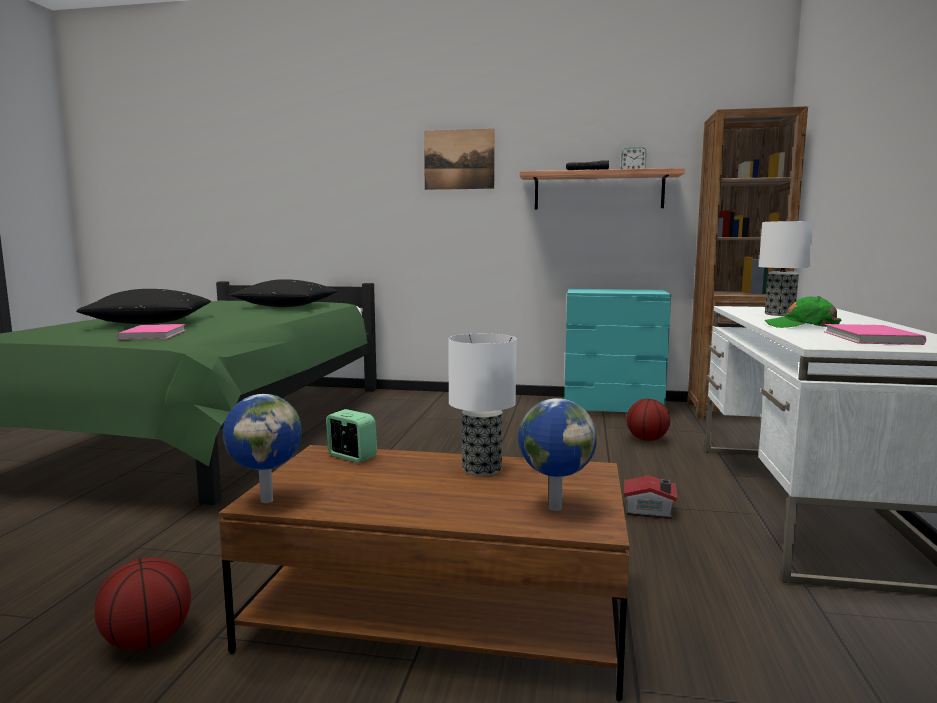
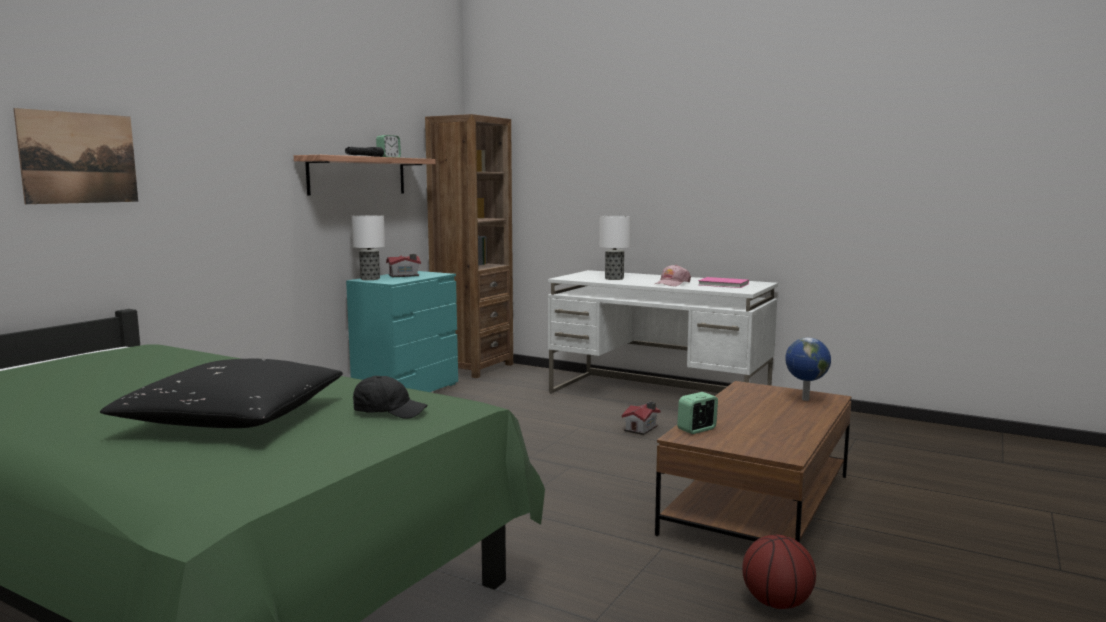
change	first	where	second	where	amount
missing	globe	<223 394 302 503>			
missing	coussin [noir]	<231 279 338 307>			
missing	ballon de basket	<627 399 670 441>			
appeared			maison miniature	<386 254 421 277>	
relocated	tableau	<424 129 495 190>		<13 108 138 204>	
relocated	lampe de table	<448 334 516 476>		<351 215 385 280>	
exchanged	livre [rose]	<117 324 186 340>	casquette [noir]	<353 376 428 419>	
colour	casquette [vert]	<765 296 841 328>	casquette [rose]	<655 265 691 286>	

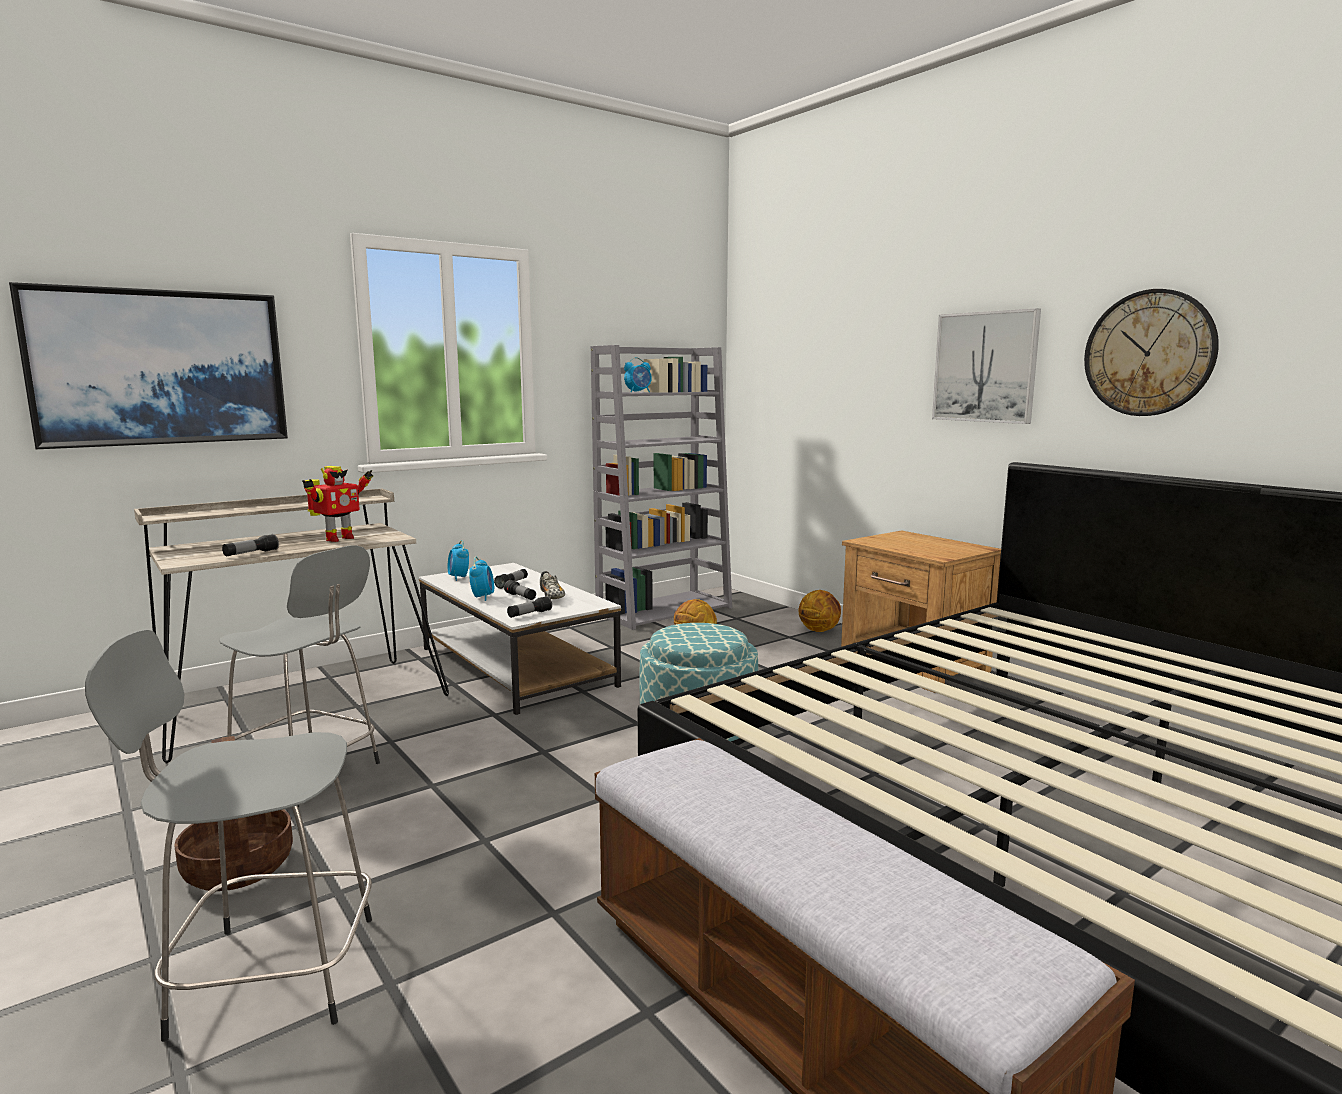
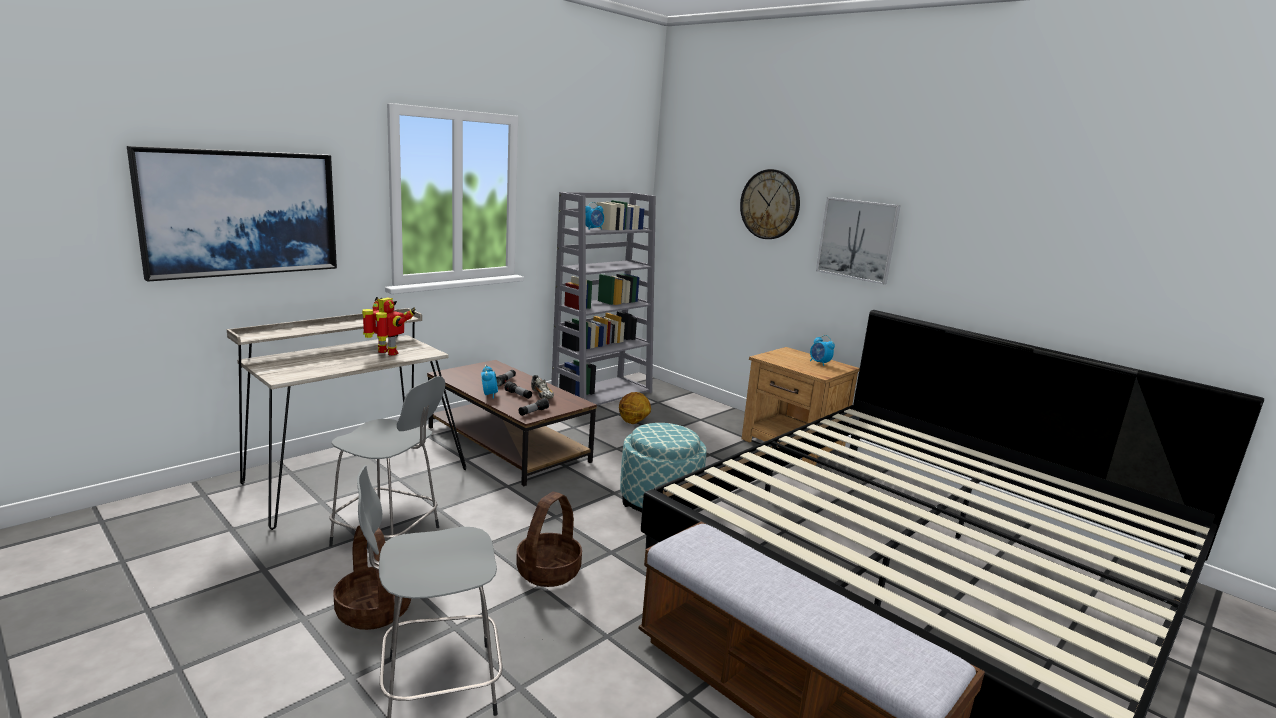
change	first	where	second	where	amount
missing	lampe de poche	<222 534 279 557>			
missing	ballon de basket	<799 590 841 632>			
appeared			panier	<516 492 582 587>	
relocated	réveil	<448 540 469 581>		<810 335 835 366>	
relocated	horloge murale	<1084 289 1219 416>		<740 169 800 239>	
colour	table basse [blanc]	<419 563 621 715>	table basse [marron]	<427 360 597 486>	
spun	robot jouet	<302 466 373 542>		<362 297 416 356>	90 degrees counterclockwise

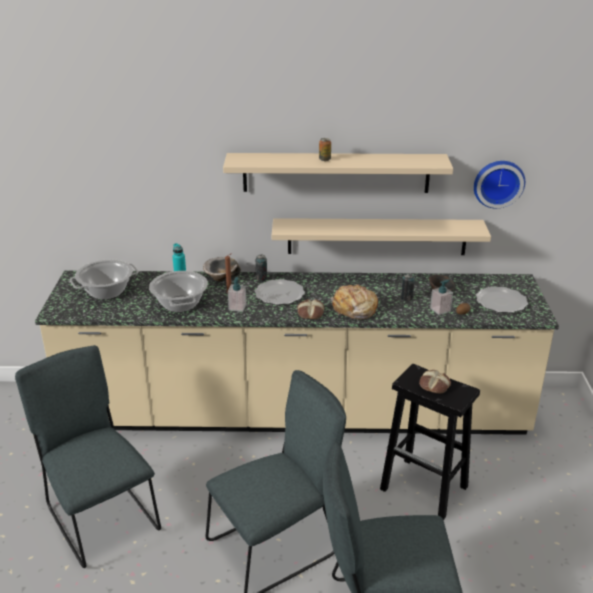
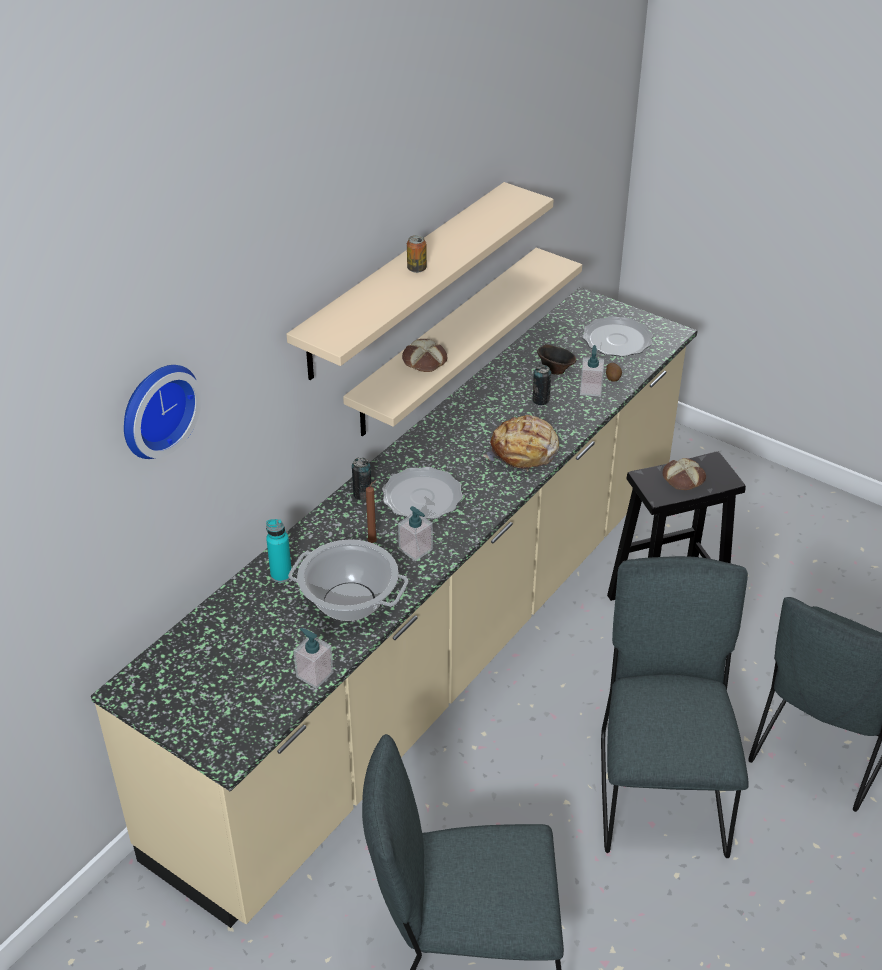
change	first	where	second	where	amount
missing	marmite	<70 259 139 300>			
missing	bol	<203 257 241 282>			
appeared			distributeur de savon	<293 628 333 689>	
relocated	pain	<297 299 324 319>		<402 339 447 372>	
relocated	horloge murale	<474 161 525 209>		<124 365 202 459>	

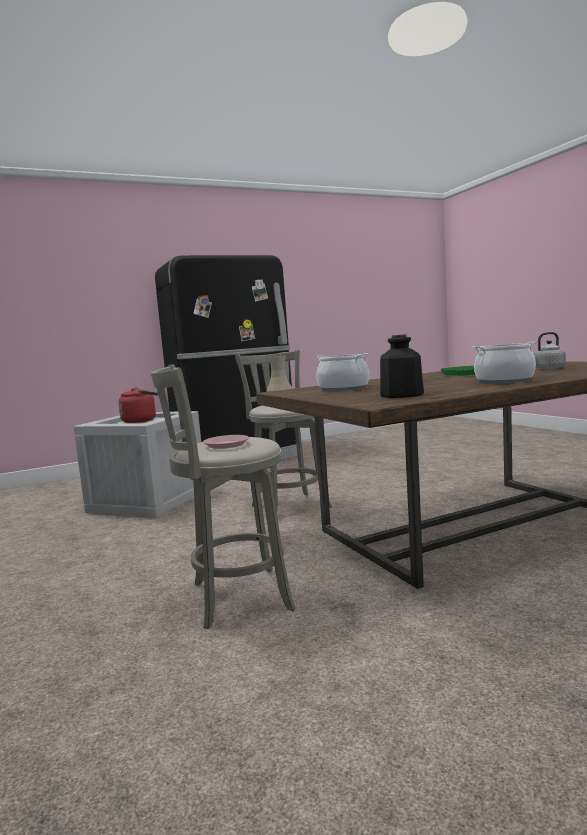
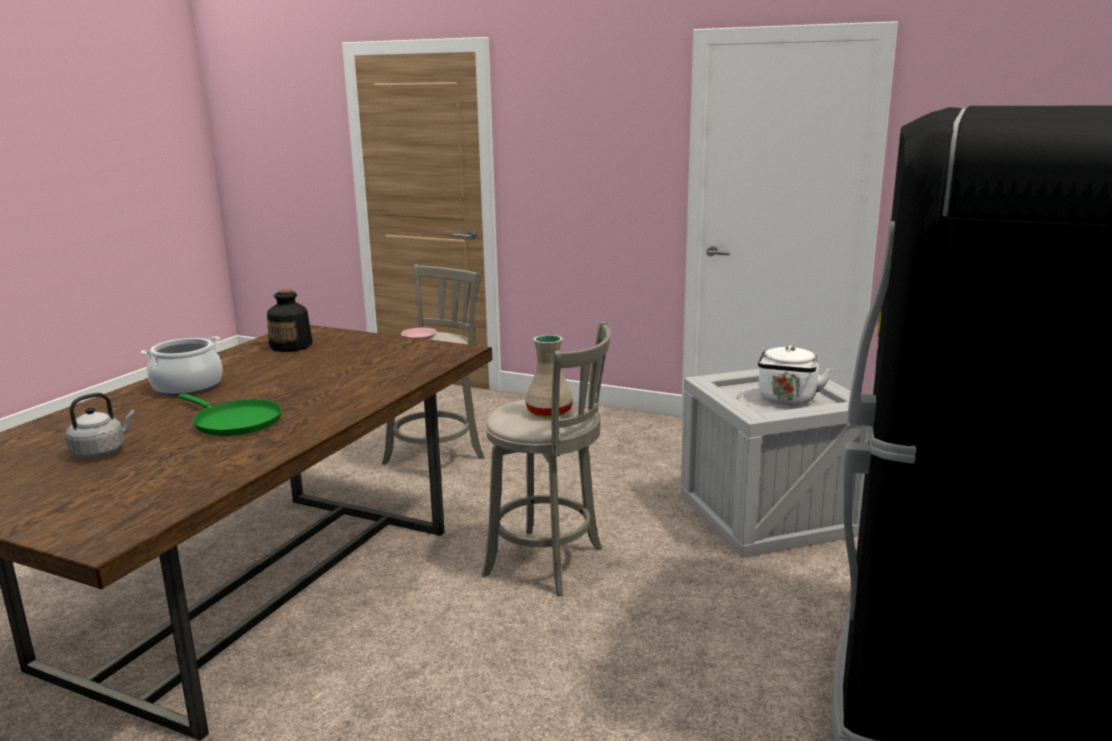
change	first	where	second	where	amount
missing	marmite	<316 353 369 391>			
colour	bouilloire [rouge]	<118 388 159 423>	bouilloire [blanc]	<758 345 833 405>	

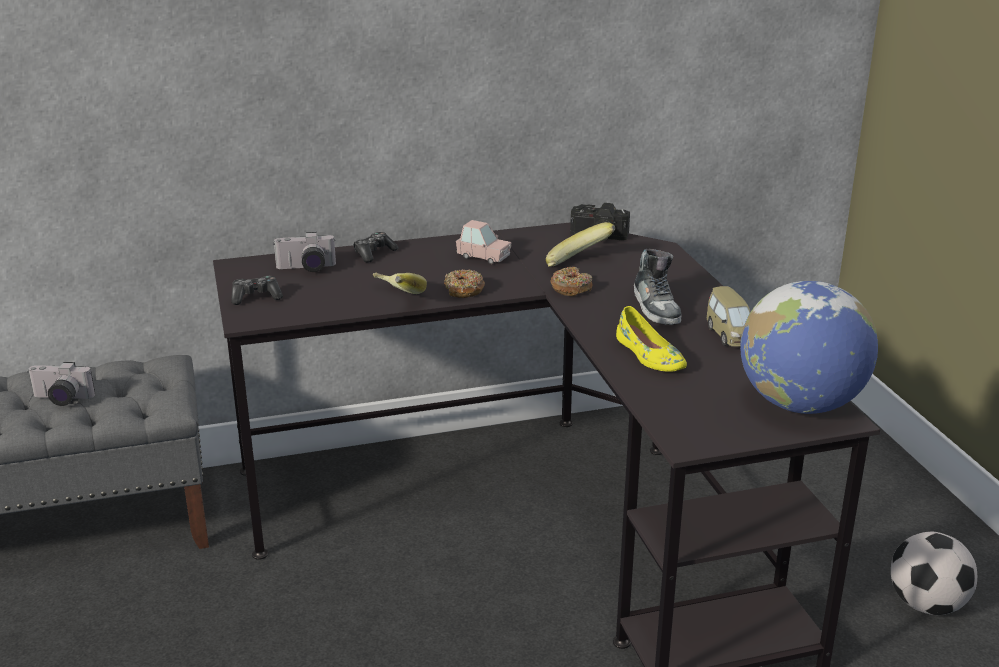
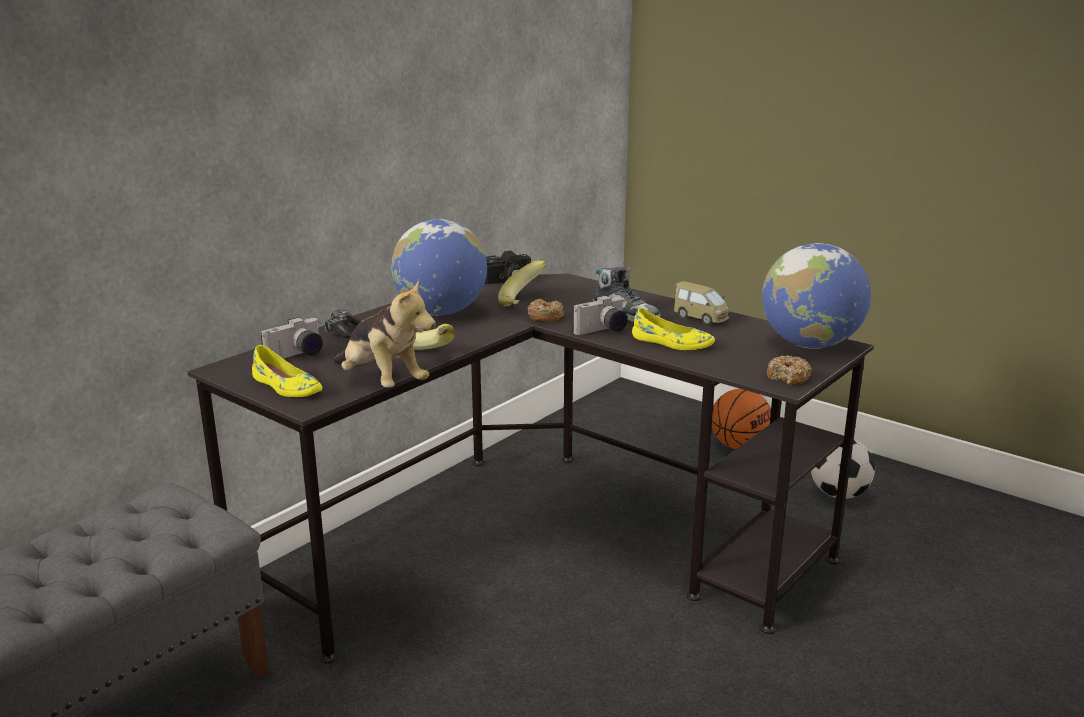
change	first	where	second	where	amount
appeared			peluche	<333 279 435 388>	
appeared			ballon de basket	<712 389 771 449>	
relocated	appareil photo	<27 362 95 406>		<572 295 628 335>	
relocated	beignet	<444 269 485 298>		<767 355 812 385>	
exchanged	manette	<231 276 283 305>	chaussure [jaune]	<252 345 322 397>	
exchanged	petite voiture [rose]	<456 220 511 264>	globe	<391 219 487 316>	

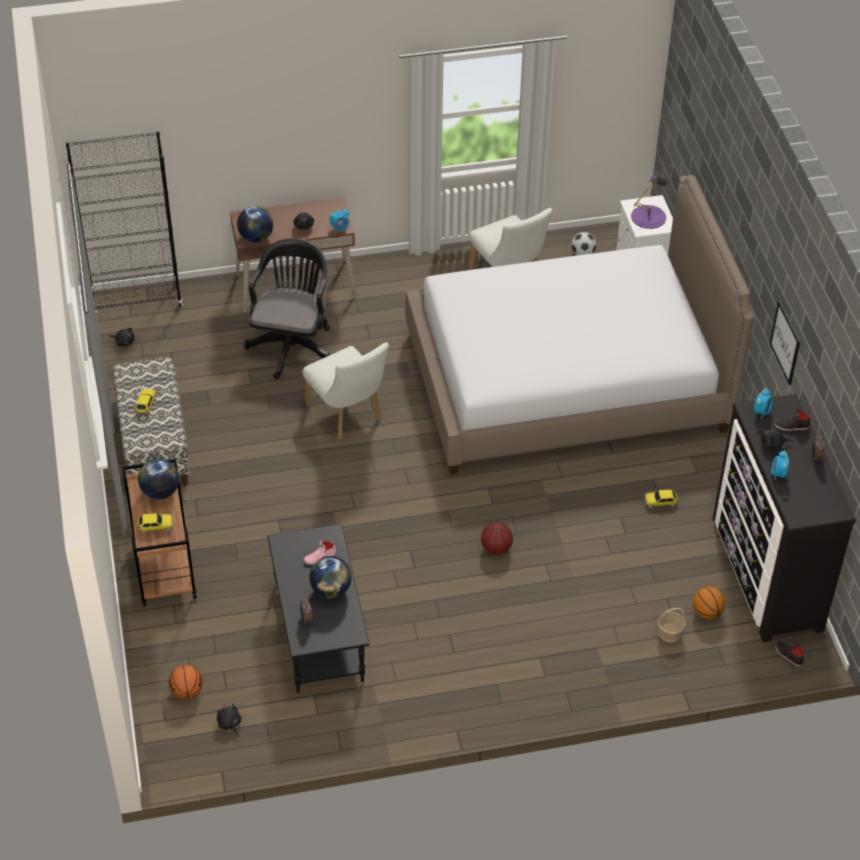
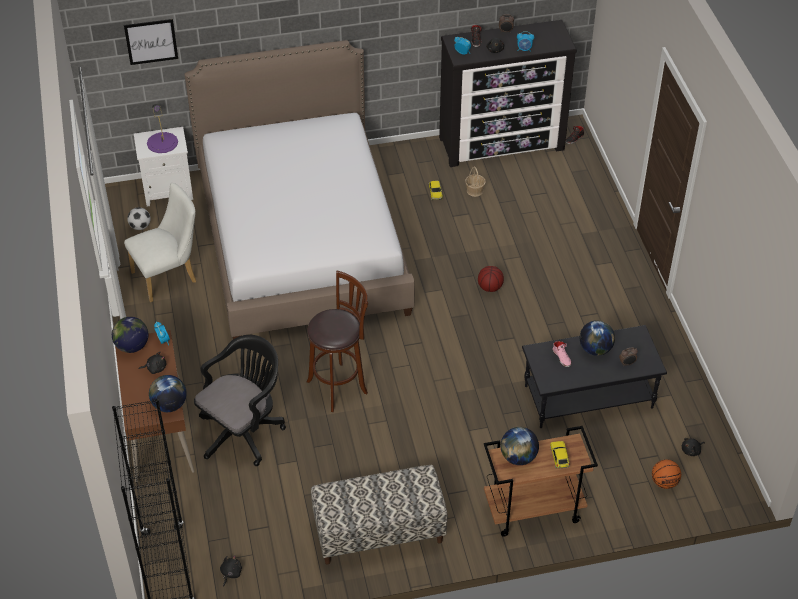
change	first	where	second	where	amount
missing	petite voiture	<135 389 156 415>			
missing	ballon de basket	<693 586 726 619>			
appeared			globe	<112 317 148 353>	
relocated	panier	<658 608 686 642>		<465 166 486 197>	
relocated	tableau	<769 300 800 385>		<124 19 178 65>	
exchanged	chaise [blanc]	<303 342 389 439>	tabouret [marron]	<307 271 368 412>	
spun	chaise de bureau [noir]	<245 238 330 379>		<194 335 286 466>	120 degrees clockwise

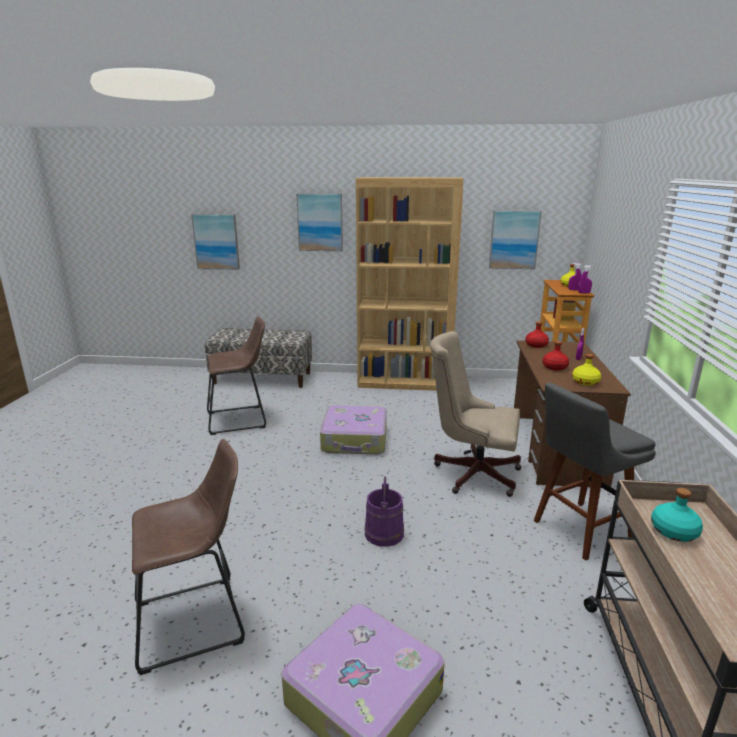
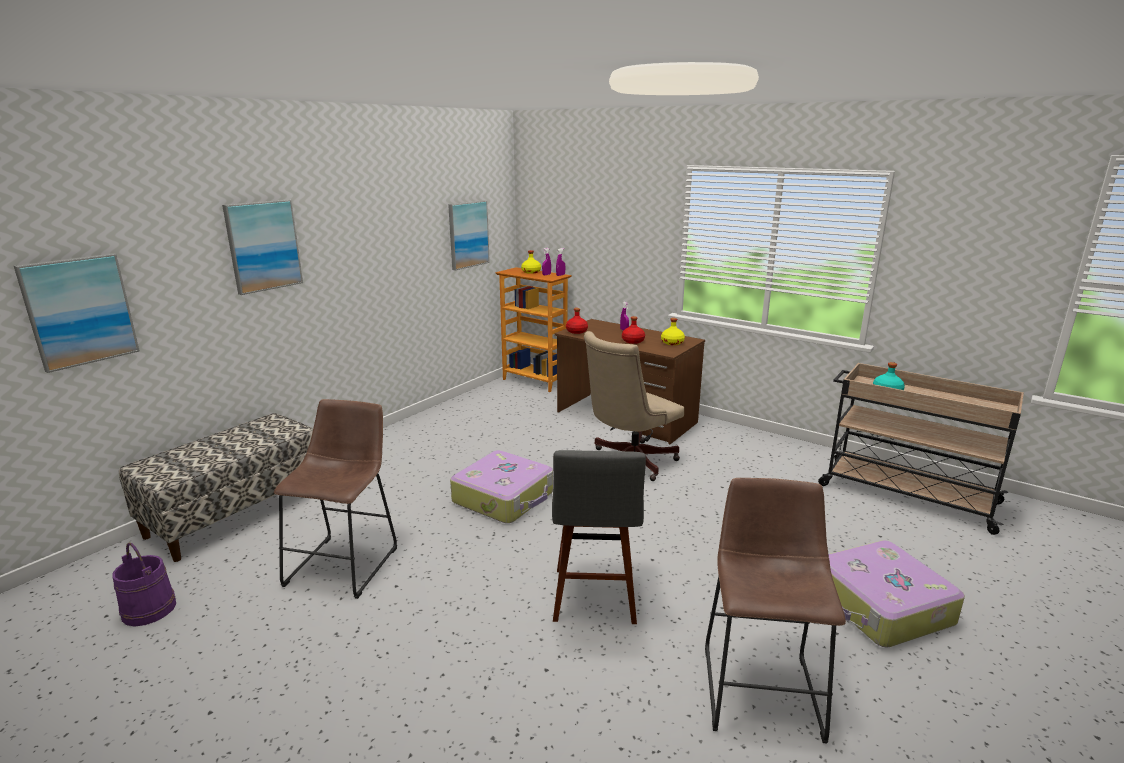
change	first	where	second	where	amount
missing	bibliothèque [marron]	<356 177 464 391>			
relocated	seau [violet]	<364 476 404 547>		<113 543 176 627>	
relocated	tabouret [gris]	<534 383 656 561>		<552 450 646 624>	

